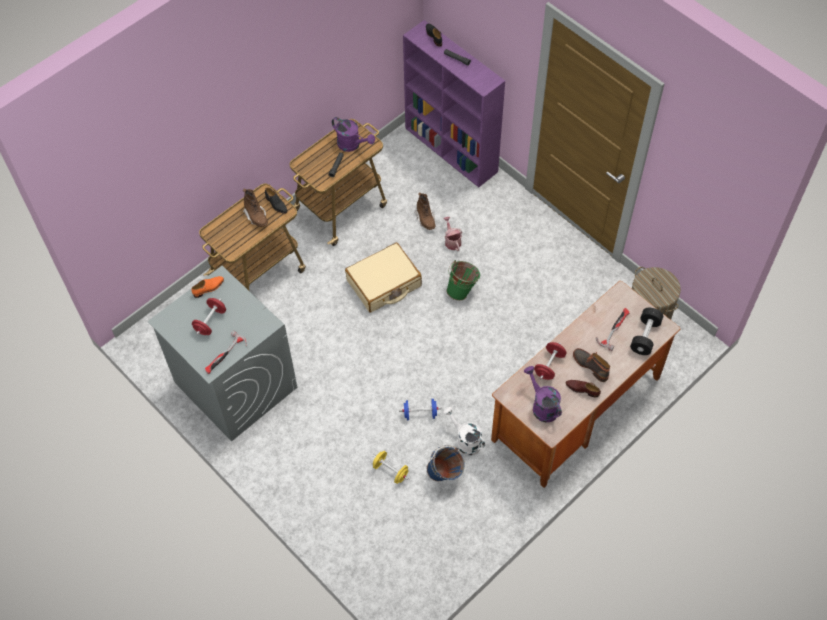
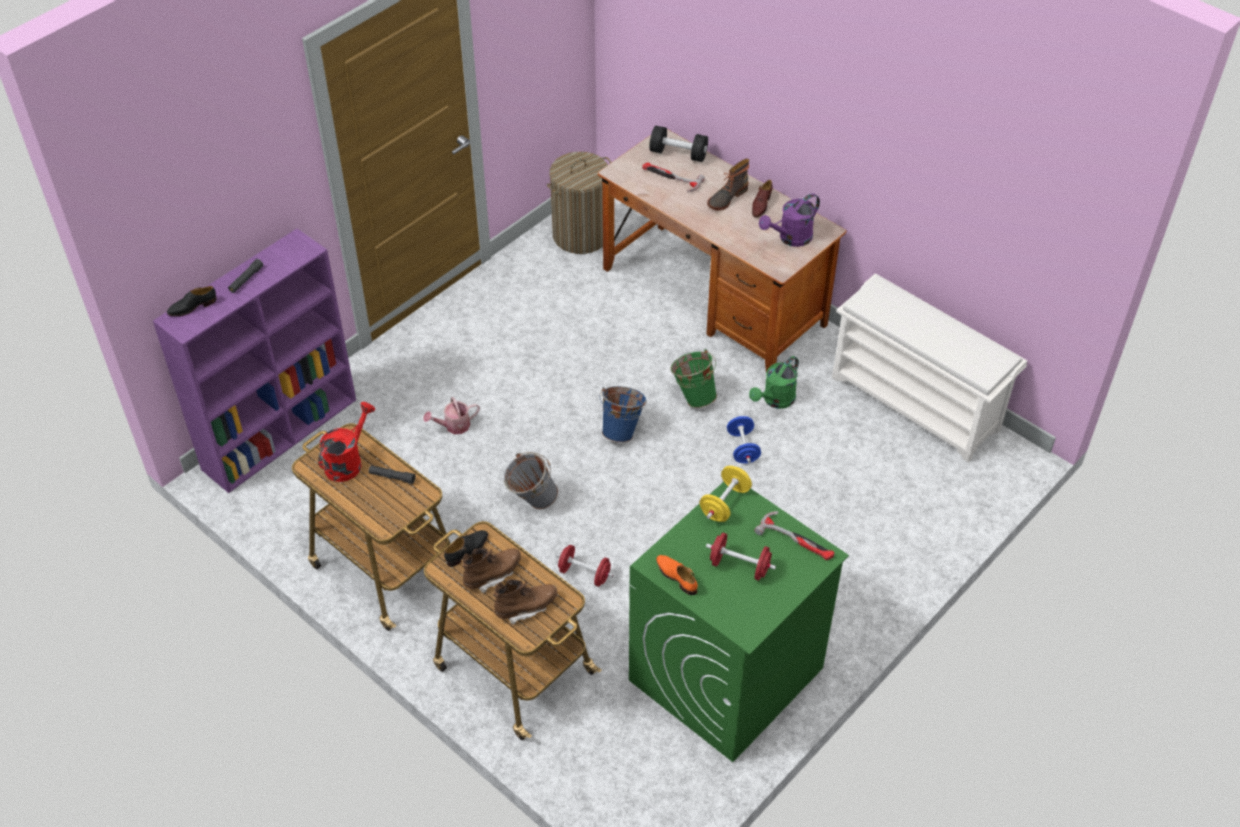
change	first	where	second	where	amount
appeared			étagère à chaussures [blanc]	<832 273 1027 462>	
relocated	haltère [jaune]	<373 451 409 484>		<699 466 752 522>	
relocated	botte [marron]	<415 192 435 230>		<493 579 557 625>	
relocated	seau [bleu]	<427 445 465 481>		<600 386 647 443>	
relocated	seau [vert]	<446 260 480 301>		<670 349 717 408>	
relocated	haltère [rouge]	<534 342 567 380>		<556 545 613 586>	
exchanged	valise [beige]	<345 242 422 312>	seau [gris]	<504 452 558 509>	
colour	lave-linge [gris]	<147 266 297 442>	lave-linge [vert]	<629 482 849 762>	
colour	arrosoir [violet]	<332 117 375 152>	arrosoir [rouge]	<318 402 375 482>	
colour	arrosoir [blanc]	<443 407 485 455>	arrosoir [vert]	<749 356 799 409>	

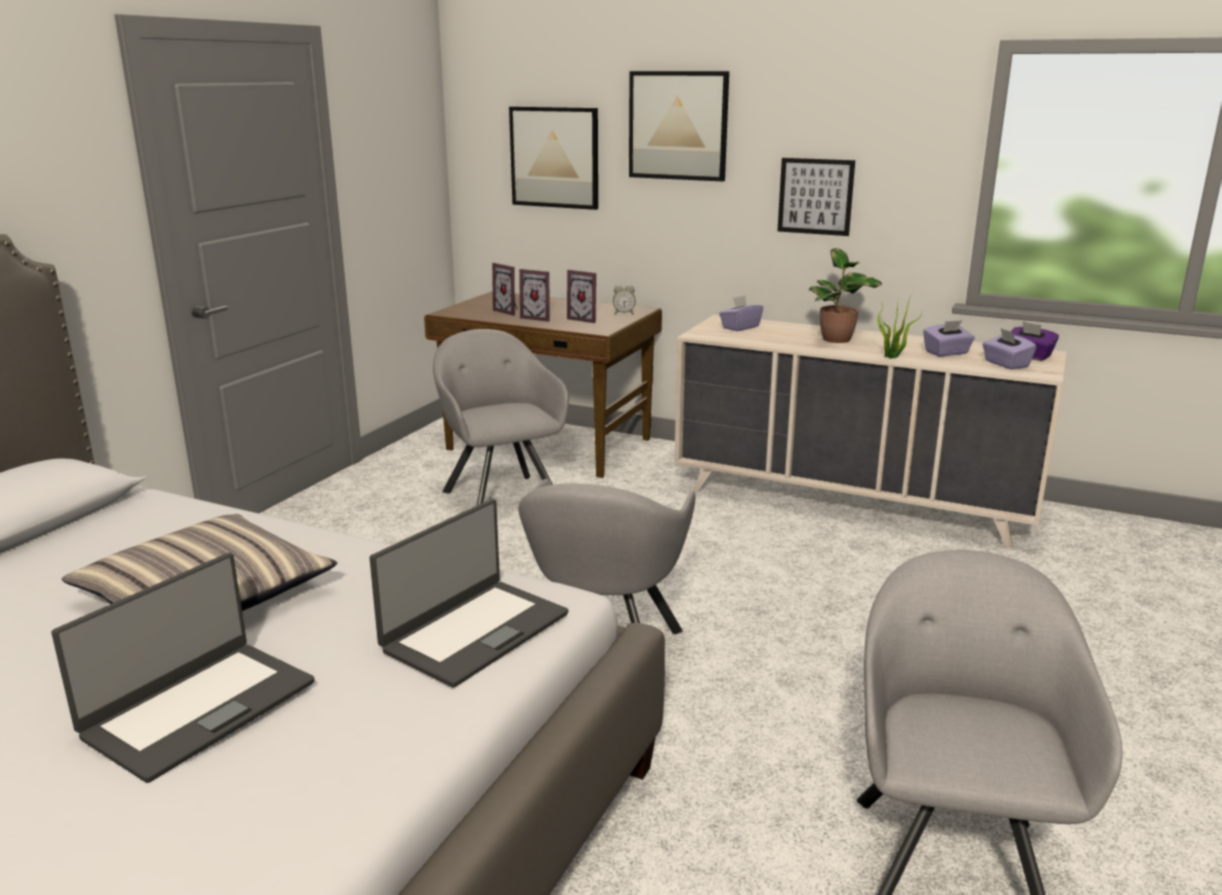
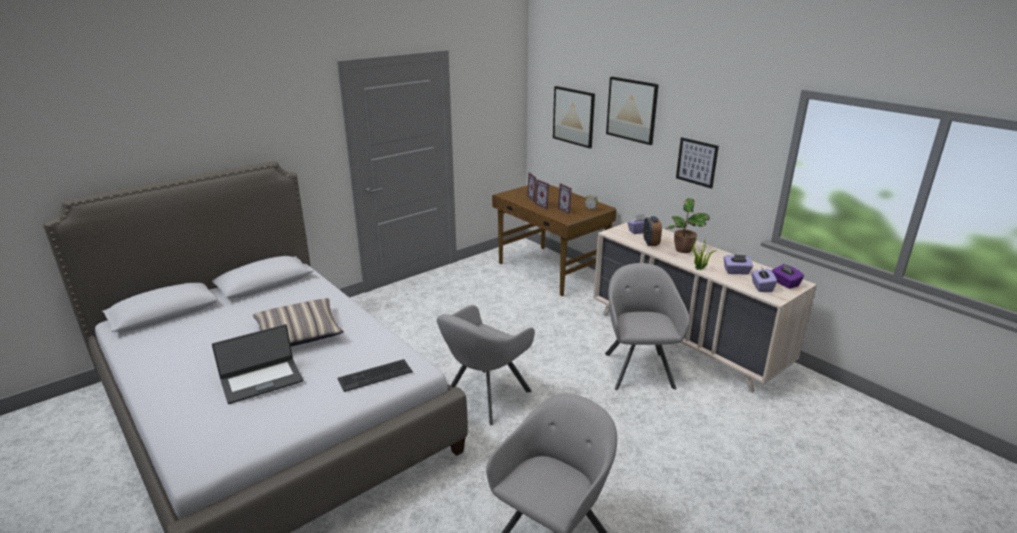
change	first	where	second	where	amount
appeared			réveil	<643 216 662 246>	
relocated	fauteuil [gris]	<433 329 569 506>		<605 263 690 390>	
exchanged	ordinateur portable	<369 499 568 688>	clavier	<338 359 413 392>	

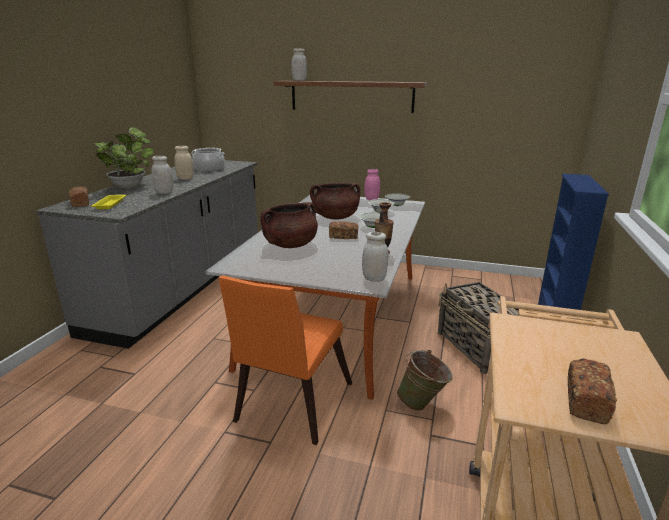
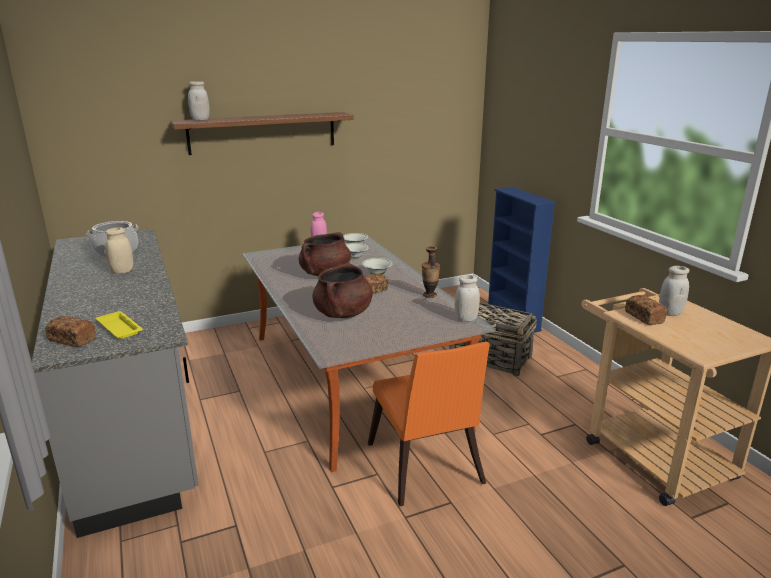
change	first	where	second	where	amount
missing	plante en pot	<93 127 154 189>			
missing	seau [vert]	<397 350 452 411>			
relocated	bocal [blanc]	<151 156 173 194>		<659 266 689 316>	
relocated	pain	<568 358 617 424>		<625 295 667 325>	

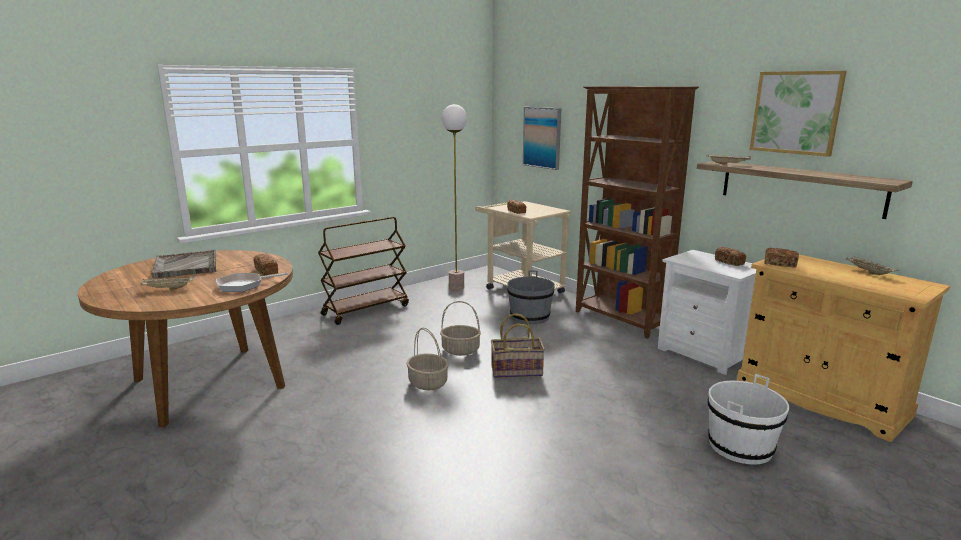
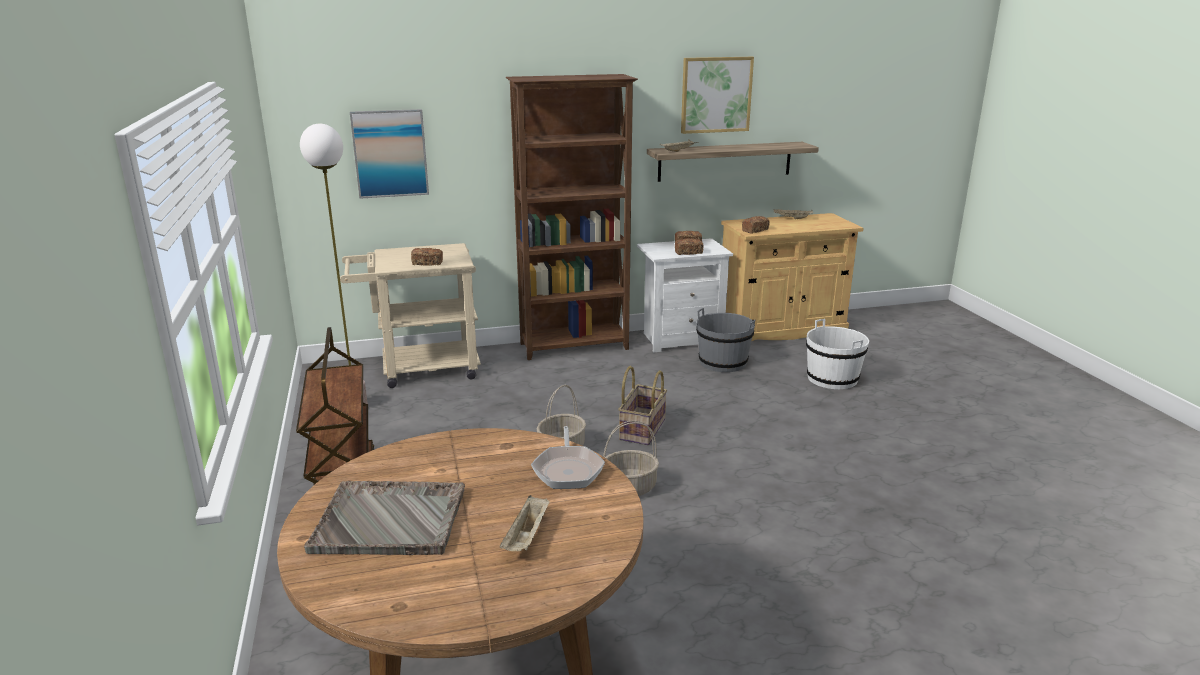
change	first	where	second	where	amount
relocated	pain	<253 254 278 275>		<675 239 704 255>	
relocated	seau [gris]	<507 270 555 324>		<696 308 755 372>	

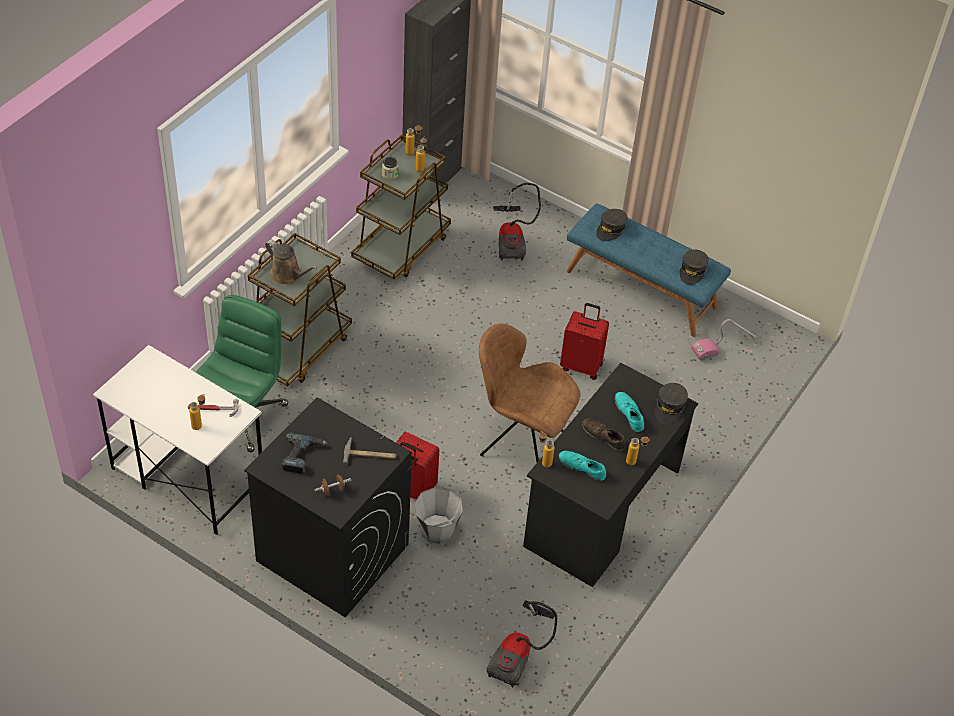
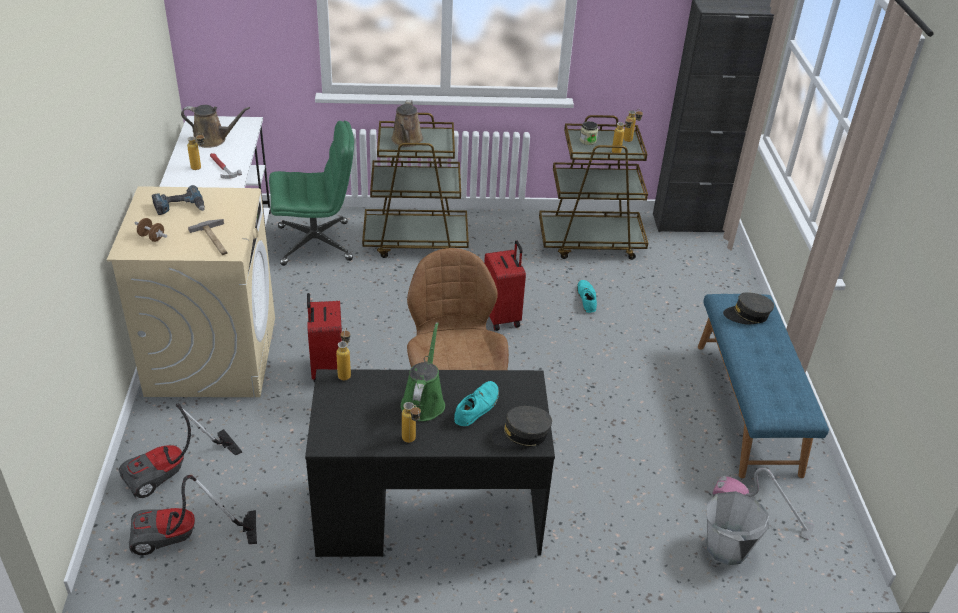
change	first	where	second	where	amount
missing	casquette [gris]	<679 249 709 285>			
appeared			arrosoir [marron]	<181 105 250 148>	
relocated	seau [gris]	<414 487 463 544>		<706 491 769 565>	
relocated	aspirateur	<493 183 541 260>		<119 404 242 498>	
relocated	chaussure [turquoise]	<559 451 606 481>		<577 280 597 313>	
relocated	valise [rouge]	<560 303 609 380>		<484 240 526 331>	
exchanged	chaussure [marron]	<582 418 626 451>	arrosoir [vert]	<401 322 445 421>	
colour	lave-linge [noir]	<244 397 412 617>	lave-linge [beige]	<107 186 275 397>	

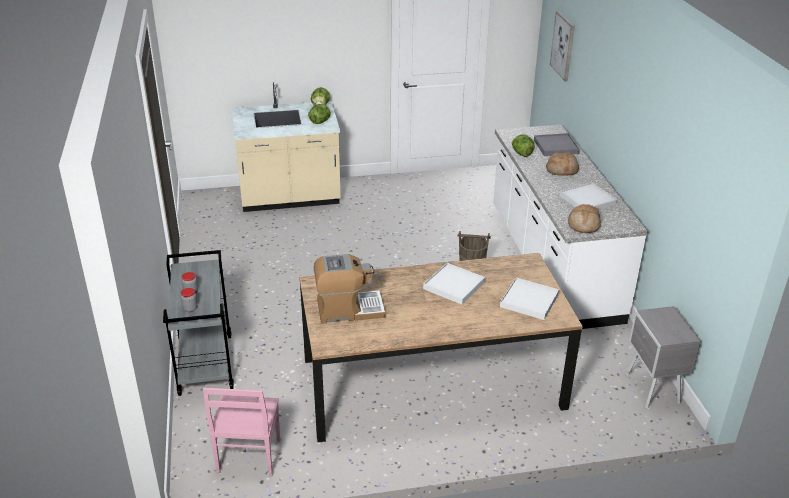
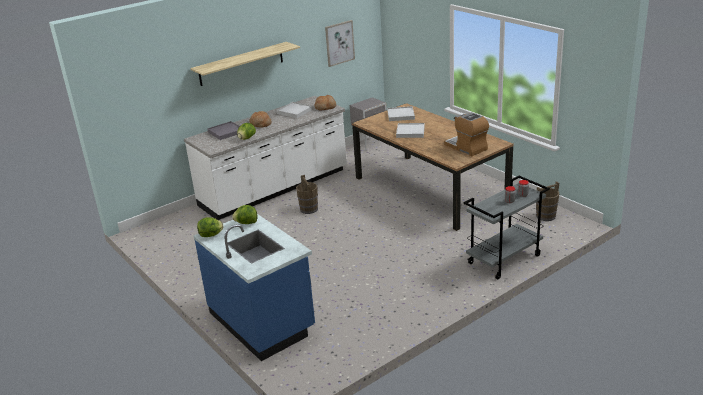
change	first	where	second	where	amount
appeared			étagère	<190 42 300 86>	
relocated	tableau	<550 11 575 82>		<325 20 355 67>	
exchanged	chaise [rose]	<203 388 280 477>	seau [marron]	<536 181 560 221>	
colour	comptoir de cuisine [beige]	<232 82 341 212>	comptoir de cuisine [bleu]	<194 214 315 361>	

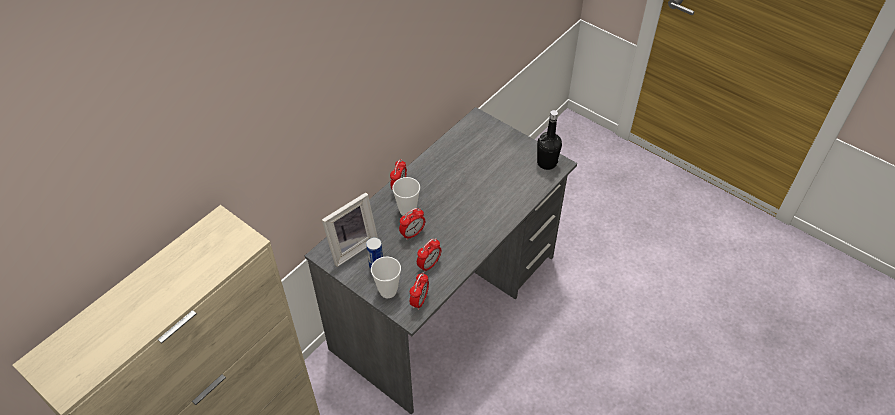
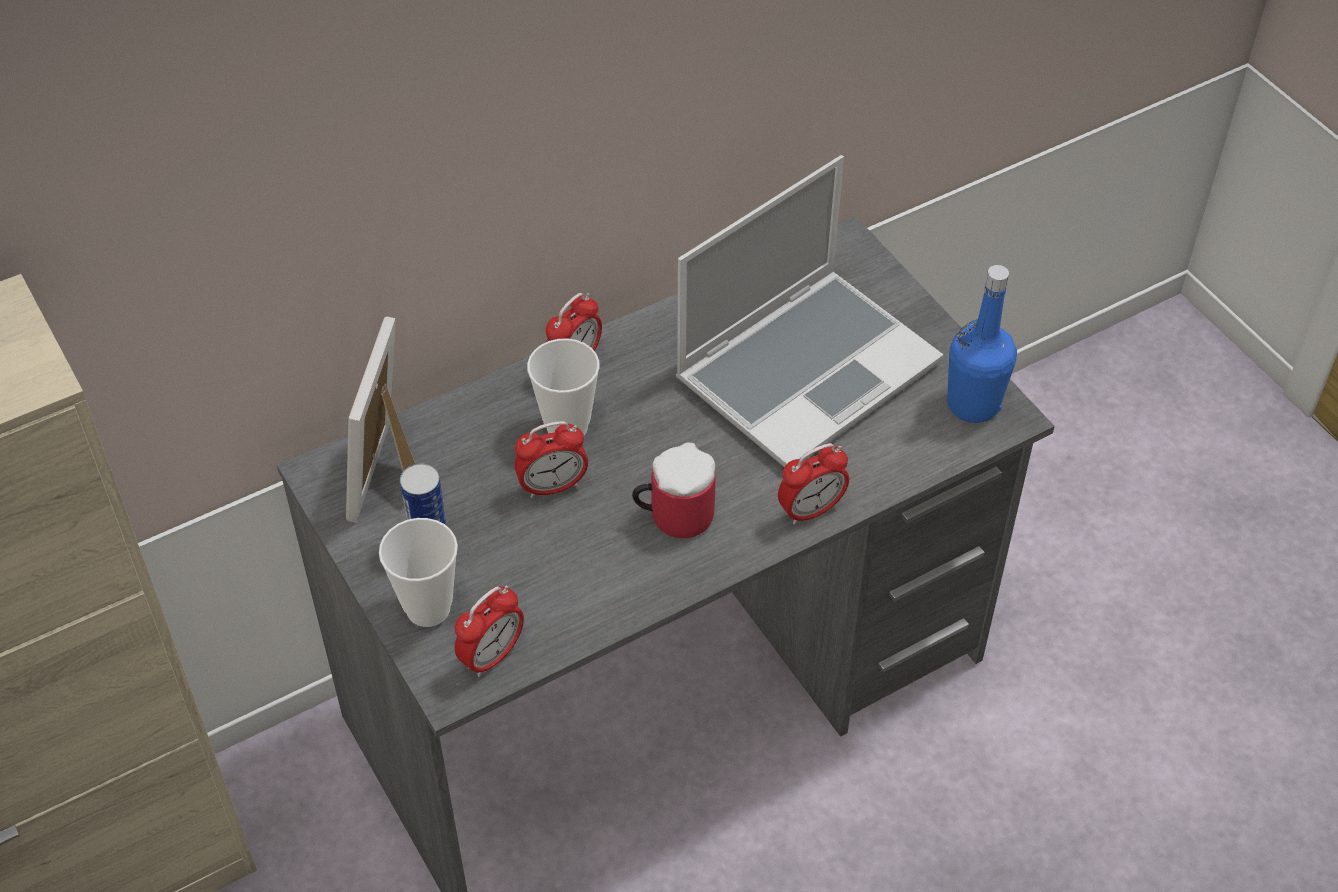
change	first	where	second	where	amount
appeared			mug	<632 443 715 538>	
appeared			ordinateur portable	<676 155 944 467>	
relocated	réveil	<417 238 441 272>		<778 443 849 525>	
colour	bouteille [noir]	<537 110 562 170>	bouteille [bleu]	<947 265 1017 423>	
spun	cadre photo	<322 192 378 267>		<346 317 415 523>	120 degrees clockwise

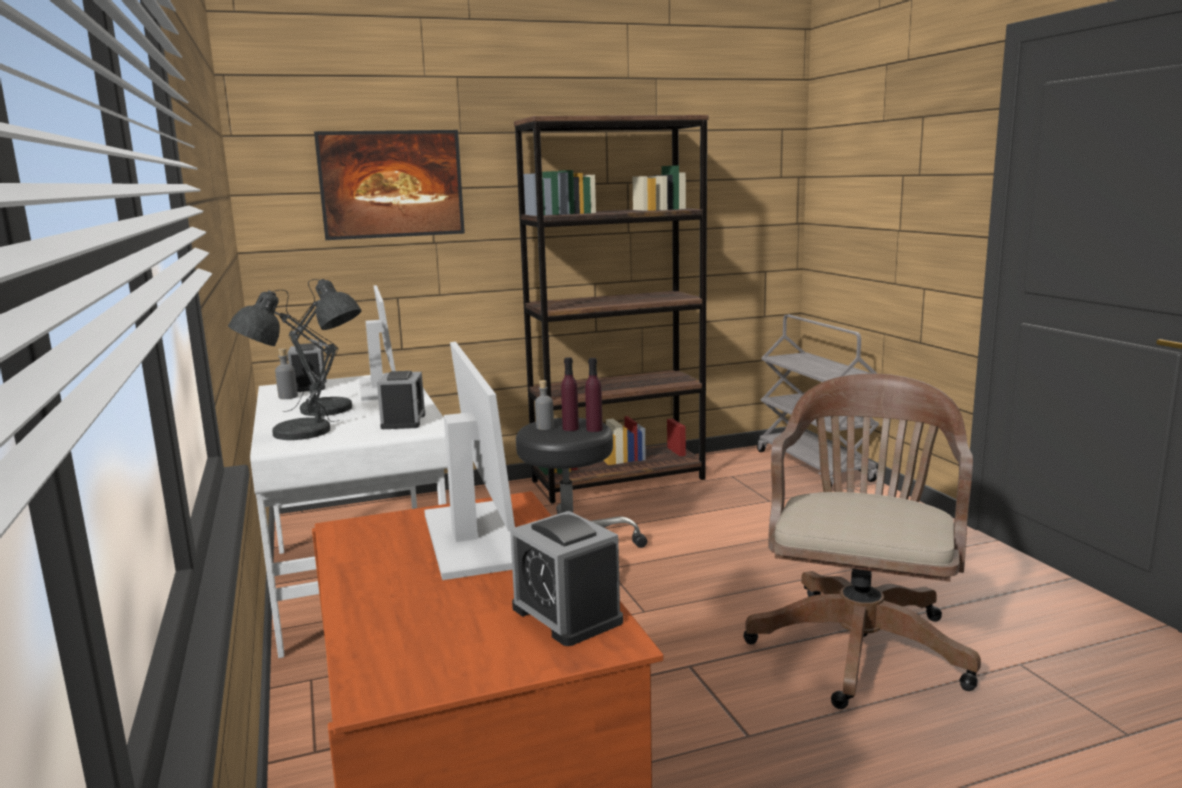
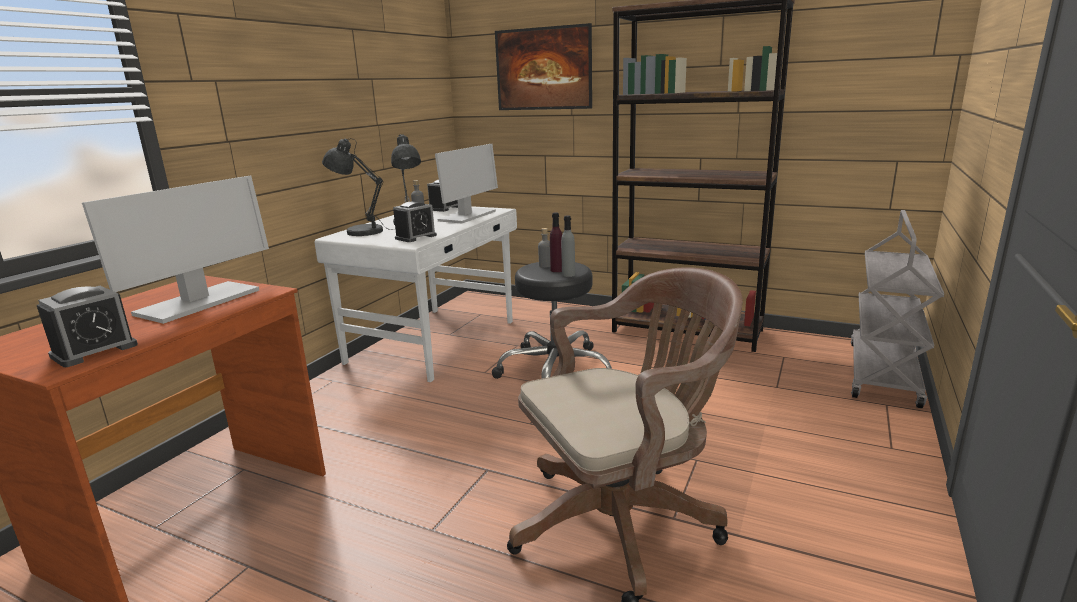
change	first	where	second	where	amount
colour	bouteille [violet]	<585 358 603 432>	bouteille [gris]	<561 215 575 277>	
spun	réveil	<510 511 623 646>		<37 286 138 367>	150 degrees counterclockwise

